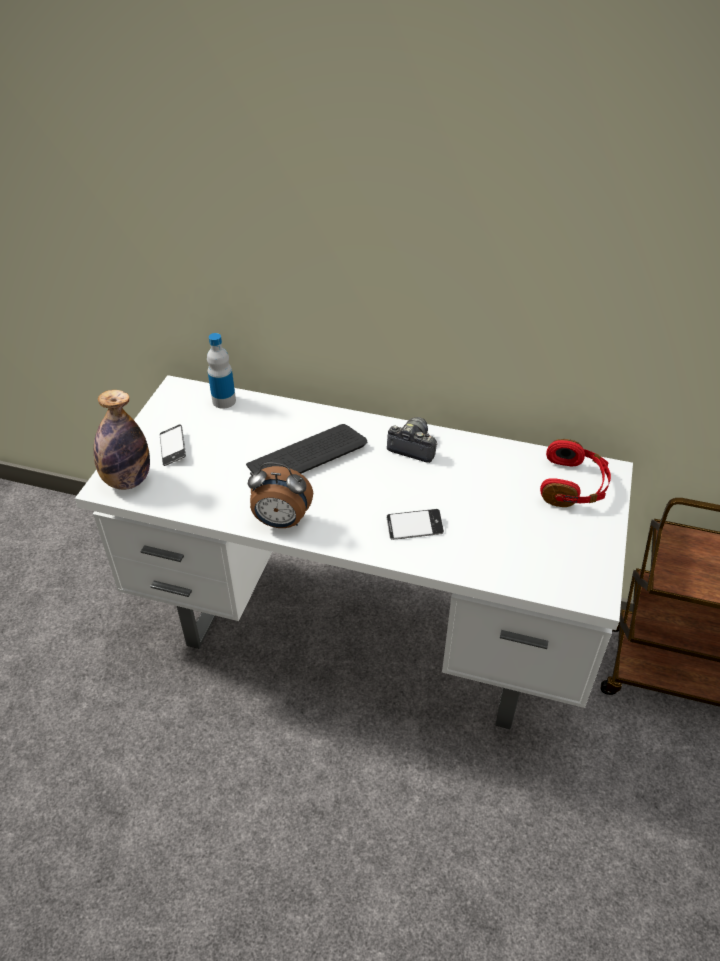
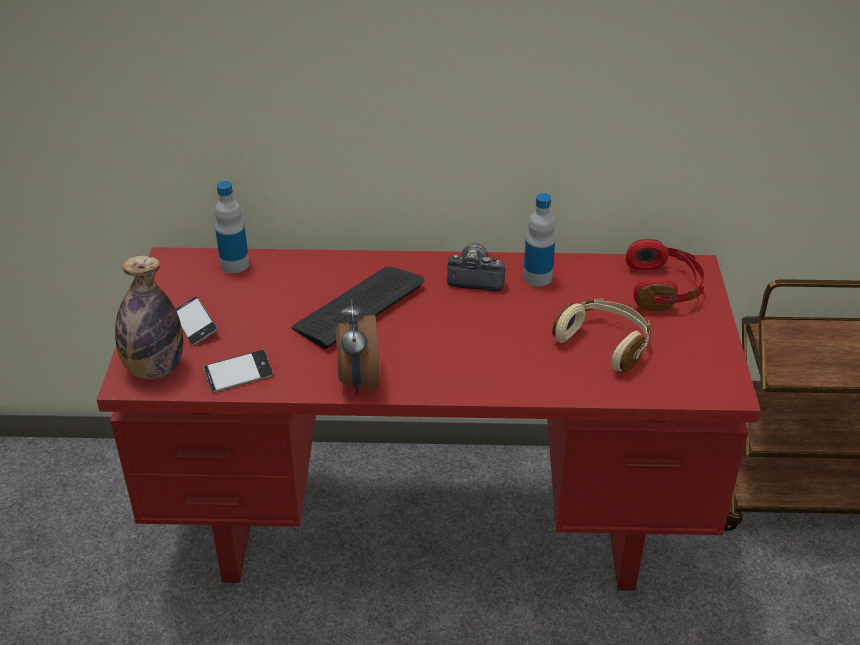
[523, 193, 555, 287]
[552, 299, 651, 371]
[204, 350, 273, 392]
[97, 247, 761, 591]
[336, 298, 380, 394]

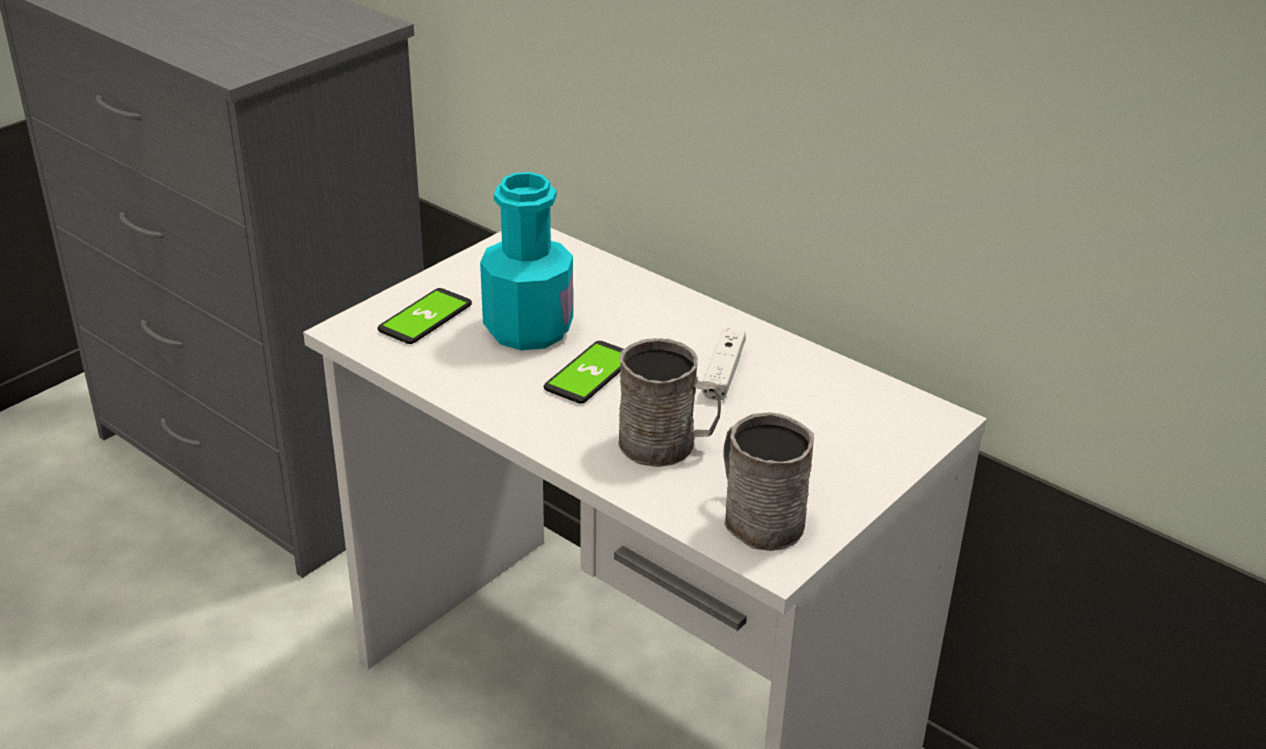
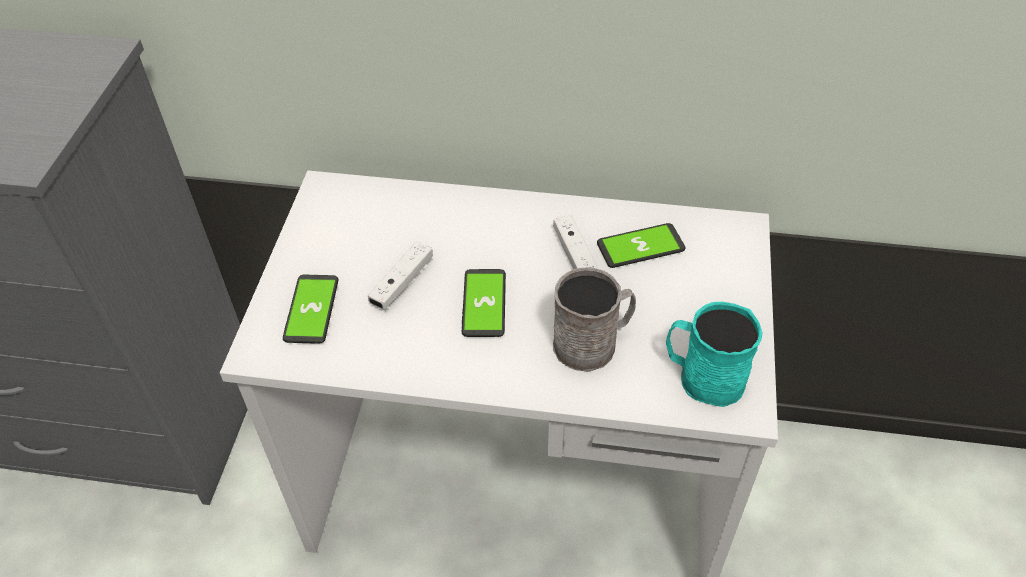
[597, 223, 685, 268]
[368, 241, 433, 309]
[666, 302, 762, 407]

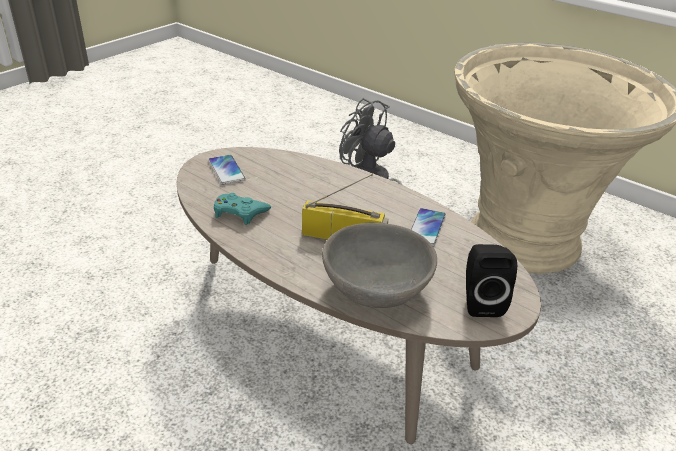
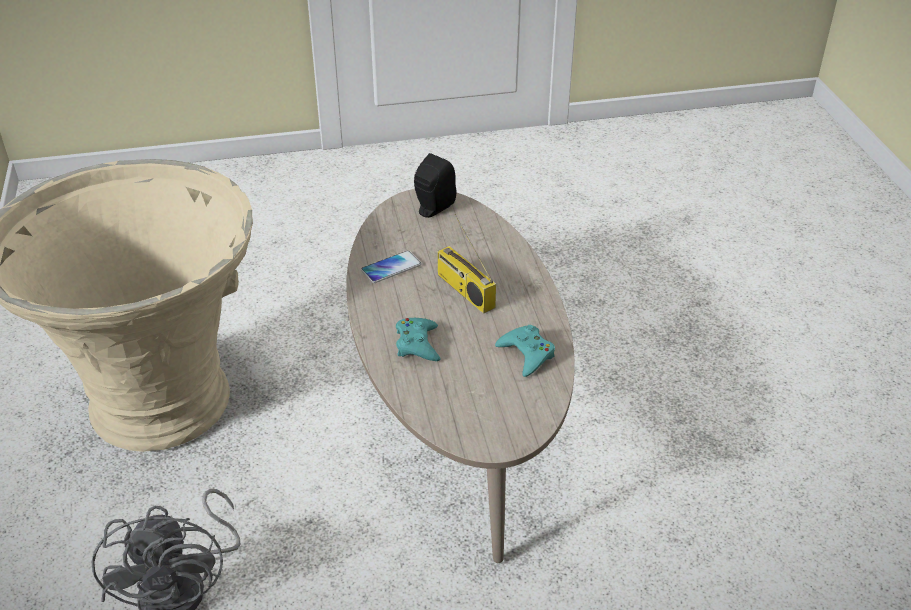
[208, 155, 246, 185] (first image)
[322, 223, 437, 308] (first image)
[396, 318, 440, 361]

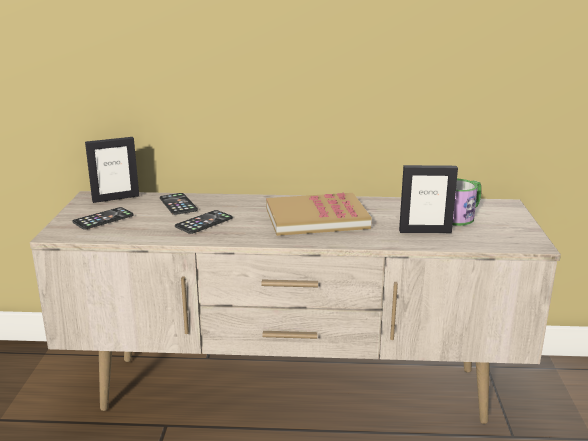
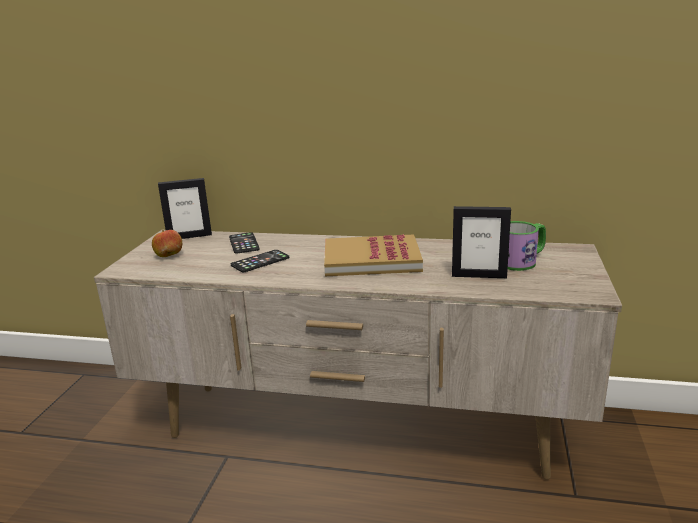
[152, 230, 182, 257]

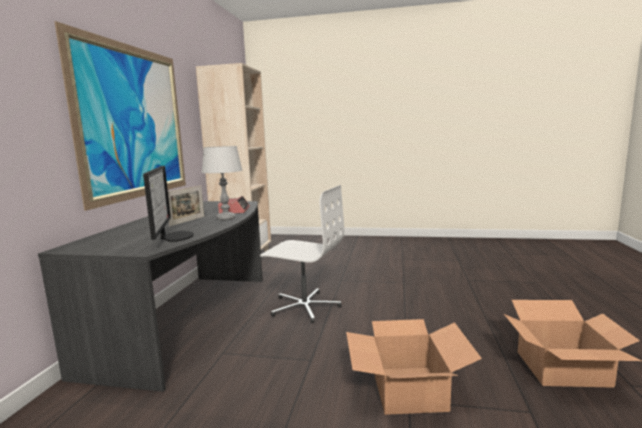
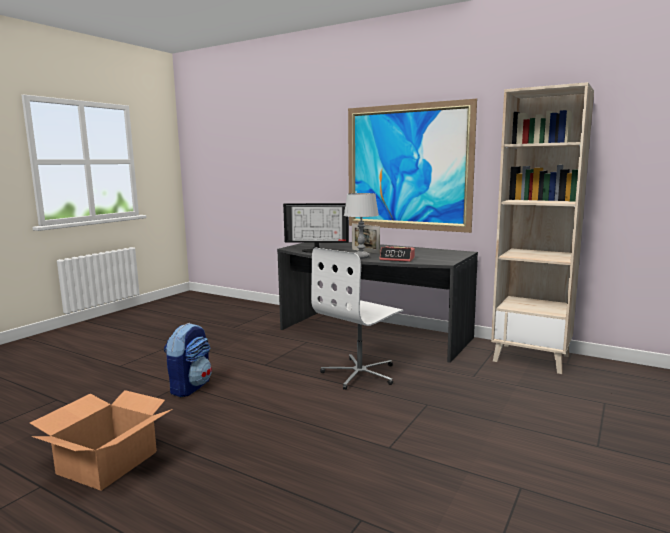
[164, 323, 212, 397]

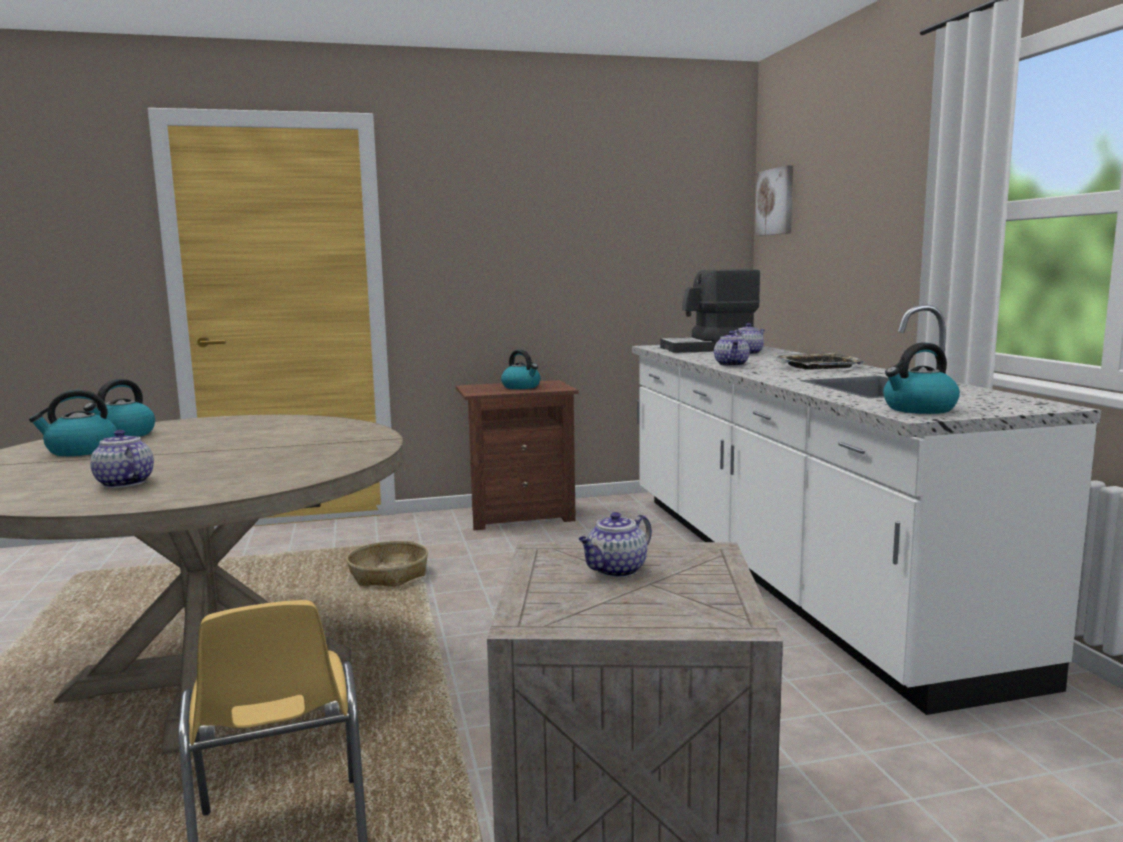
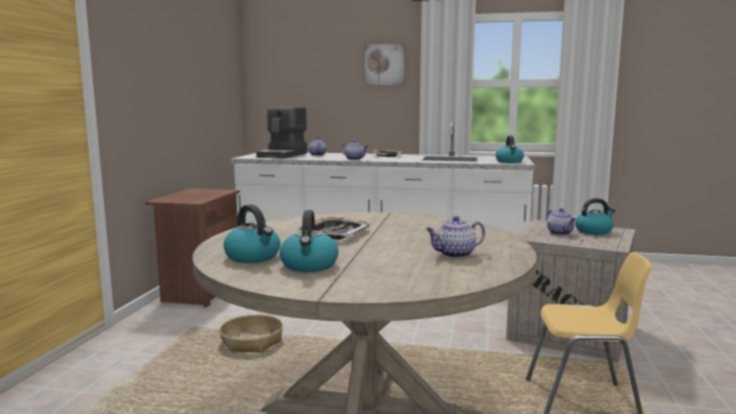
[299, 217, 370, 240]
[575, 198, 615, 235]
[365, 44, 405, 85]

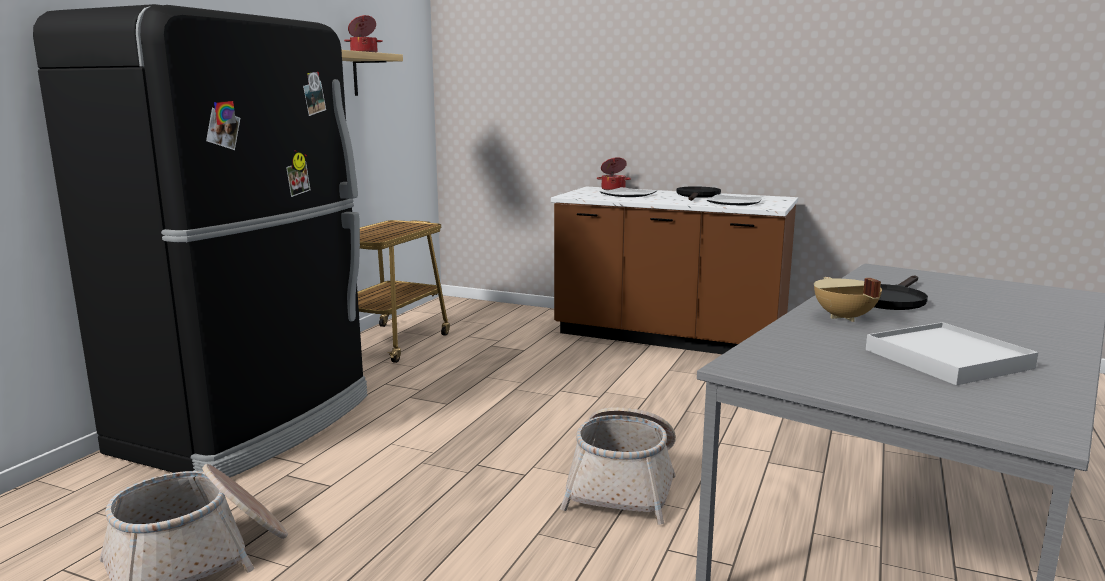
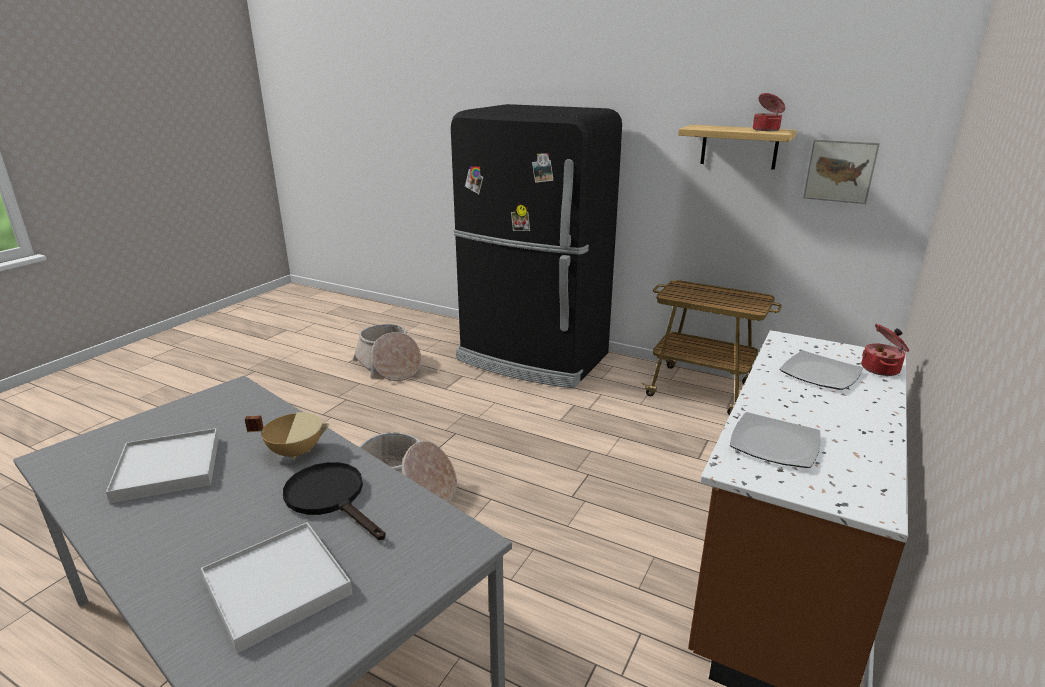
[677, 186, 721, 201] (first image)
[201, 522, 353, 653]
[803, 139, 880, 204]

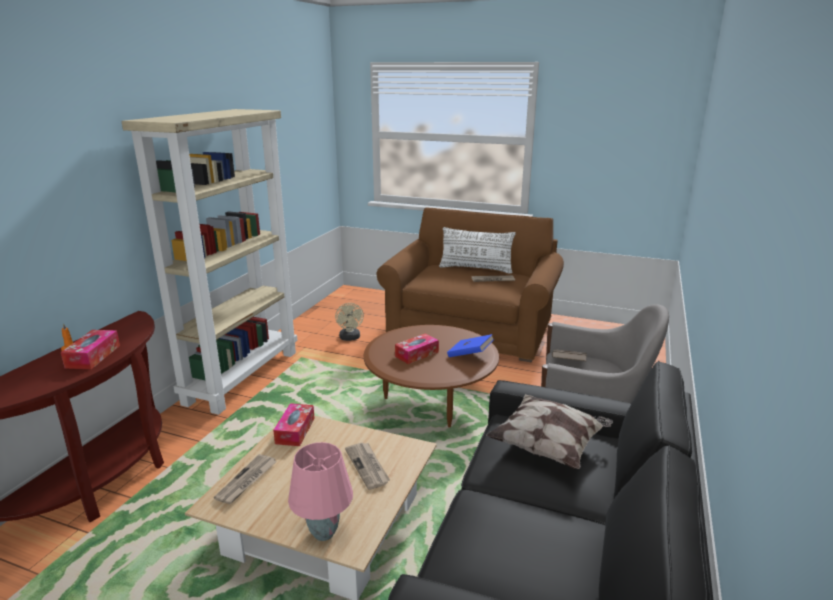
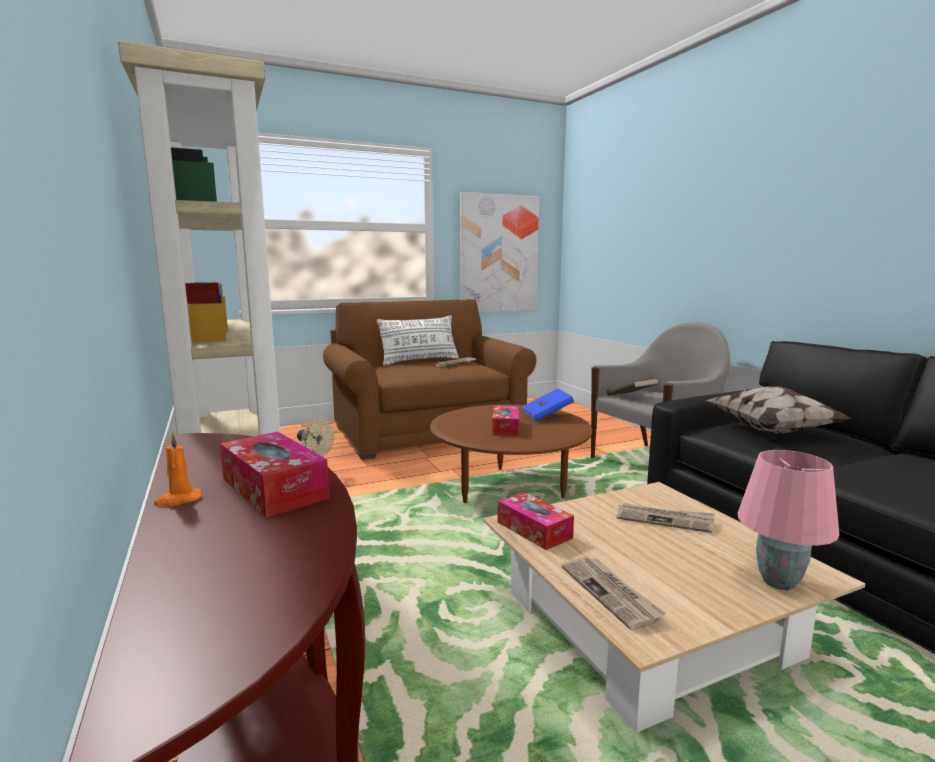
[460, 192, 539, 313]

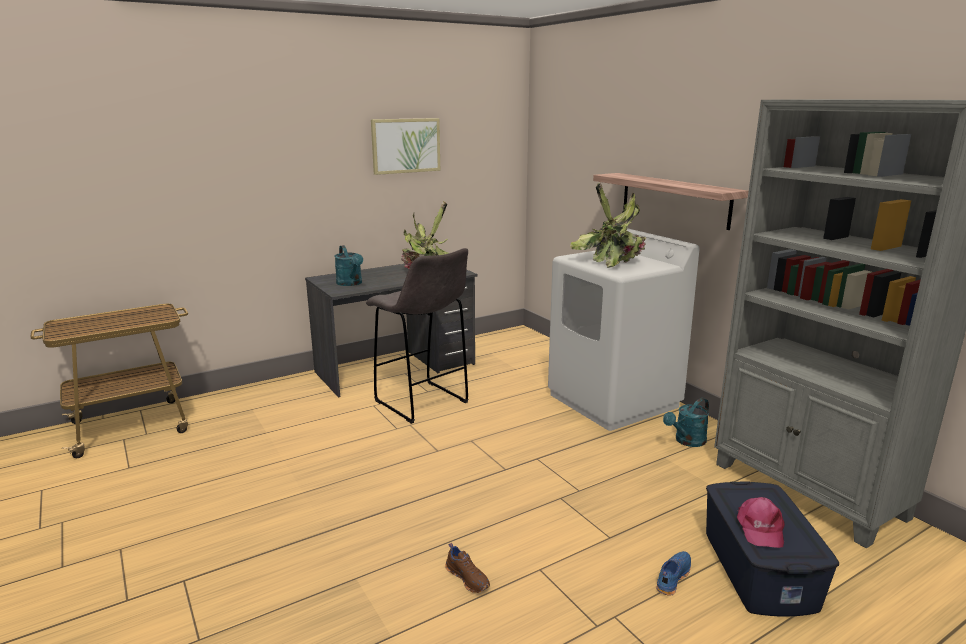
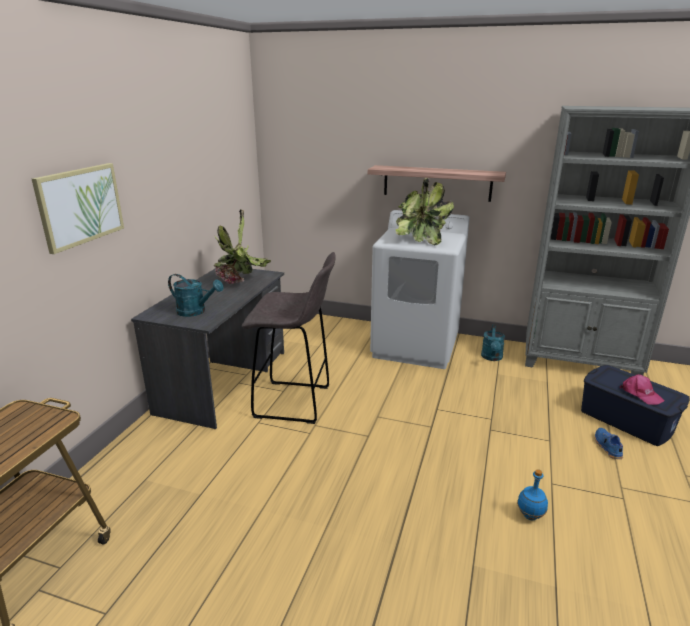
[32, 163, 124, 254]
[517, 469, 548, 520]

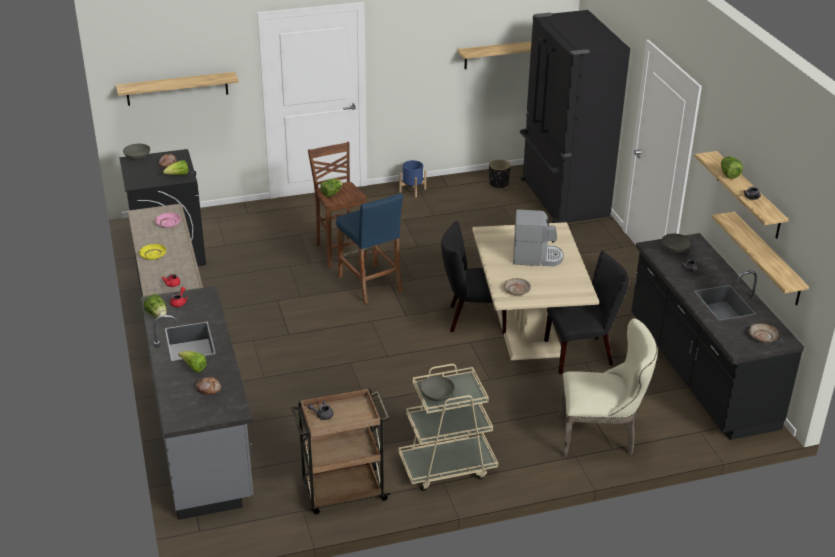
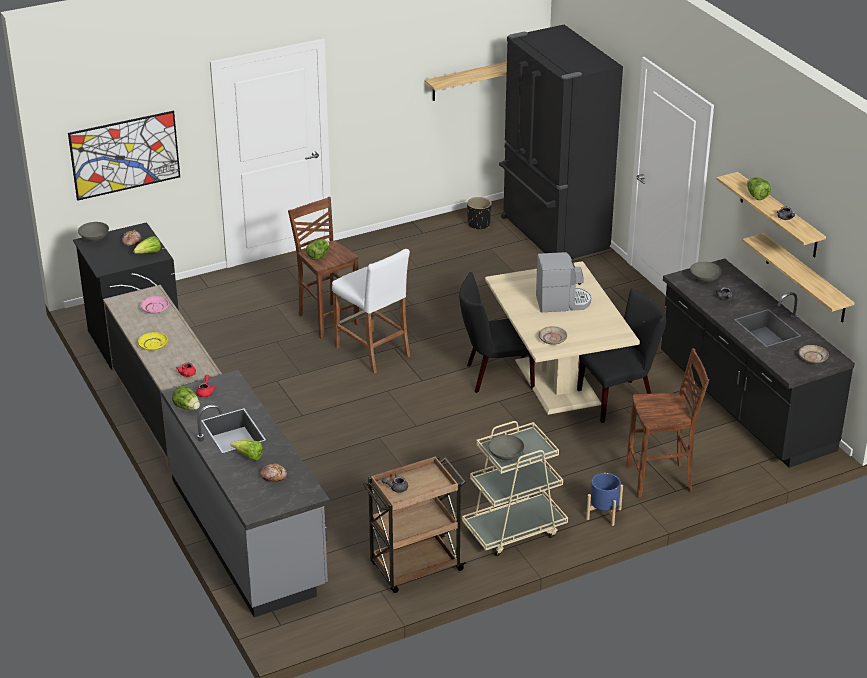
[586, 473, 623, 526]
[68, 111, 180, 201]
[626, 348, 709, 498]
[332, 249, 410, 374]

